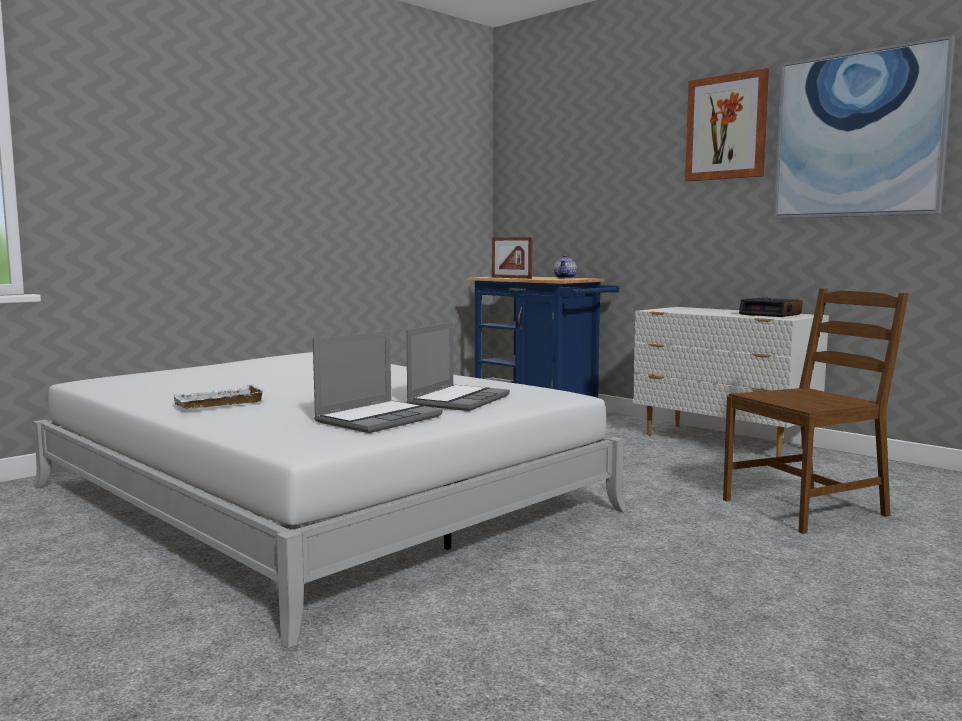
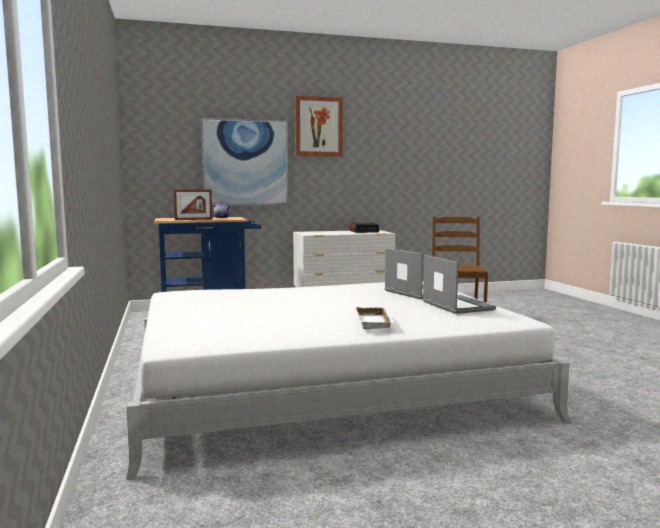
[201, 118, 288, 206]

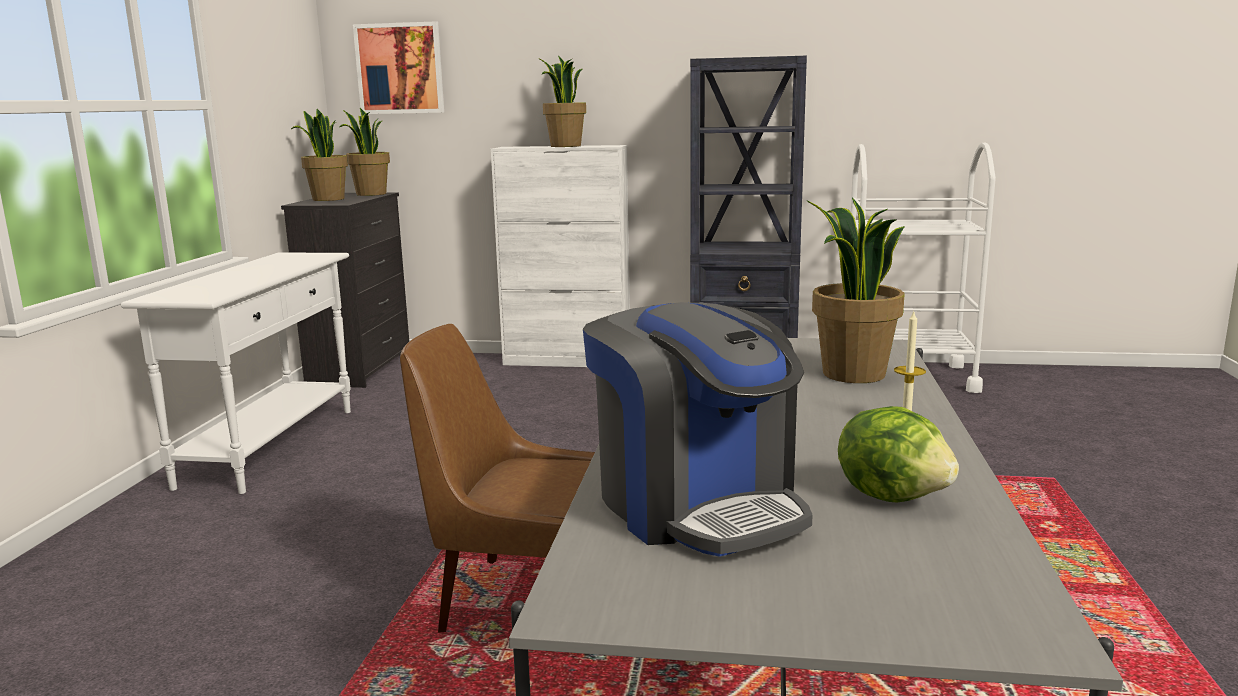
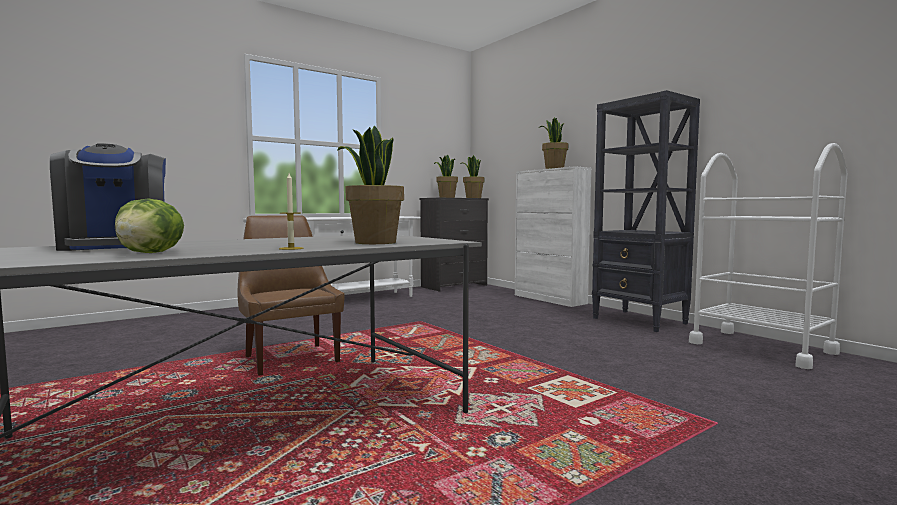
[353, 21, 444, 114] (first image)
[50, 143, 166, 251]

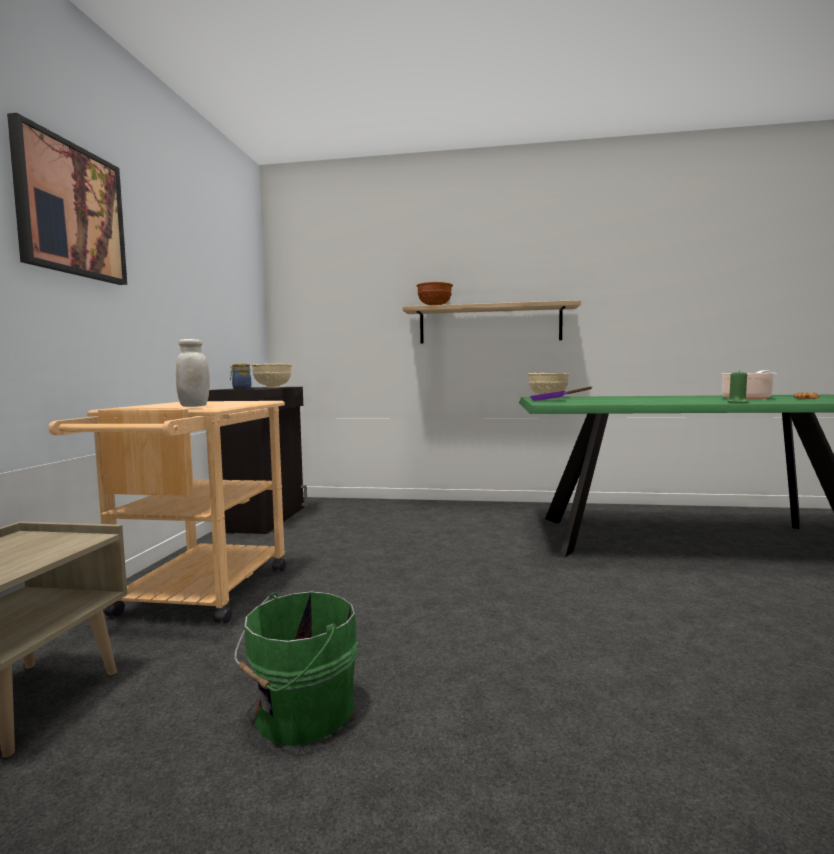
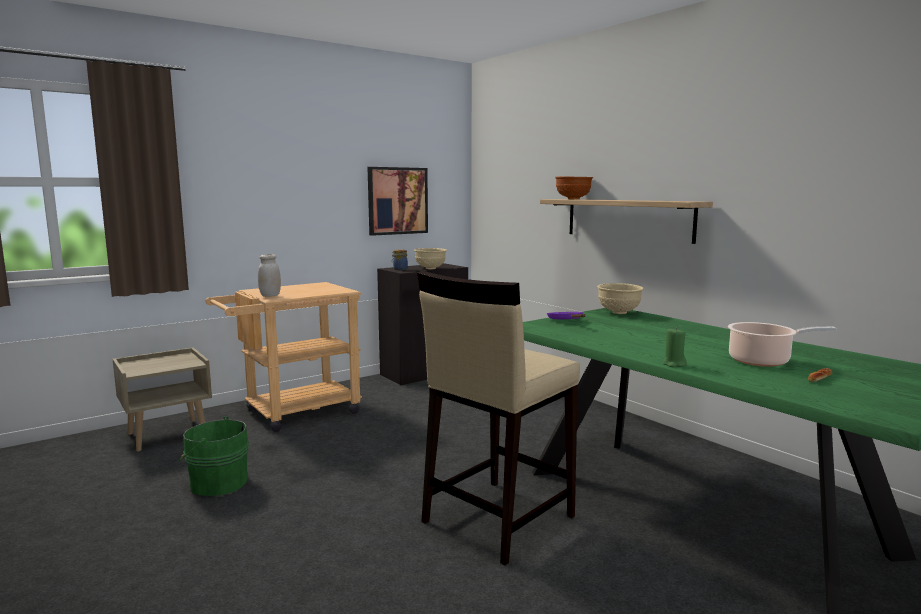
[417, 271, 580, 565]
[367, 167, 428, 236]

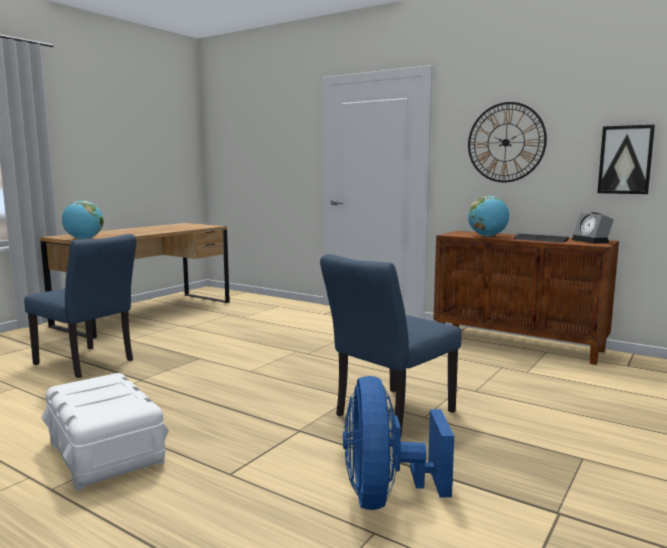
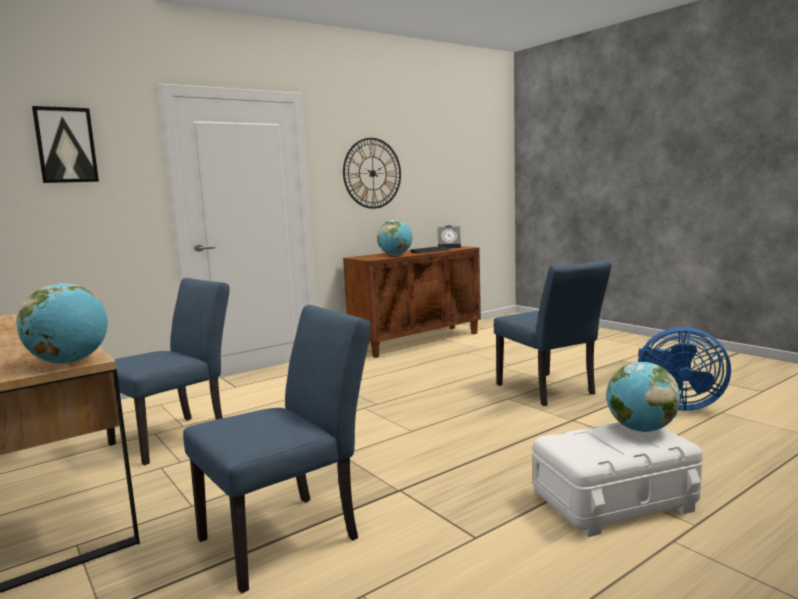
[107, 278, 230, 465]
[606, 362, 680, 432]
[32, 106, 99, 183]

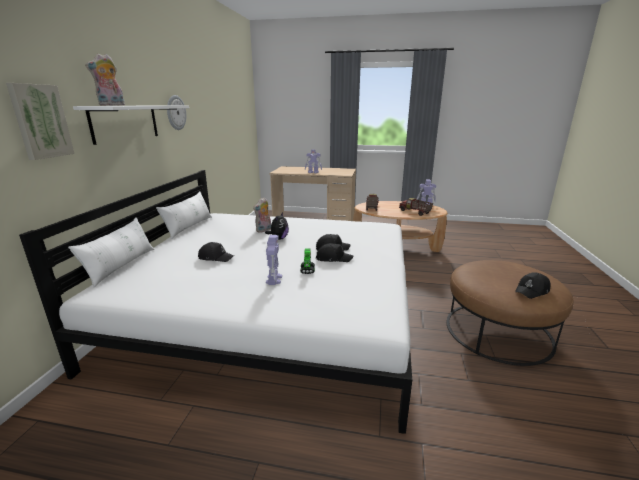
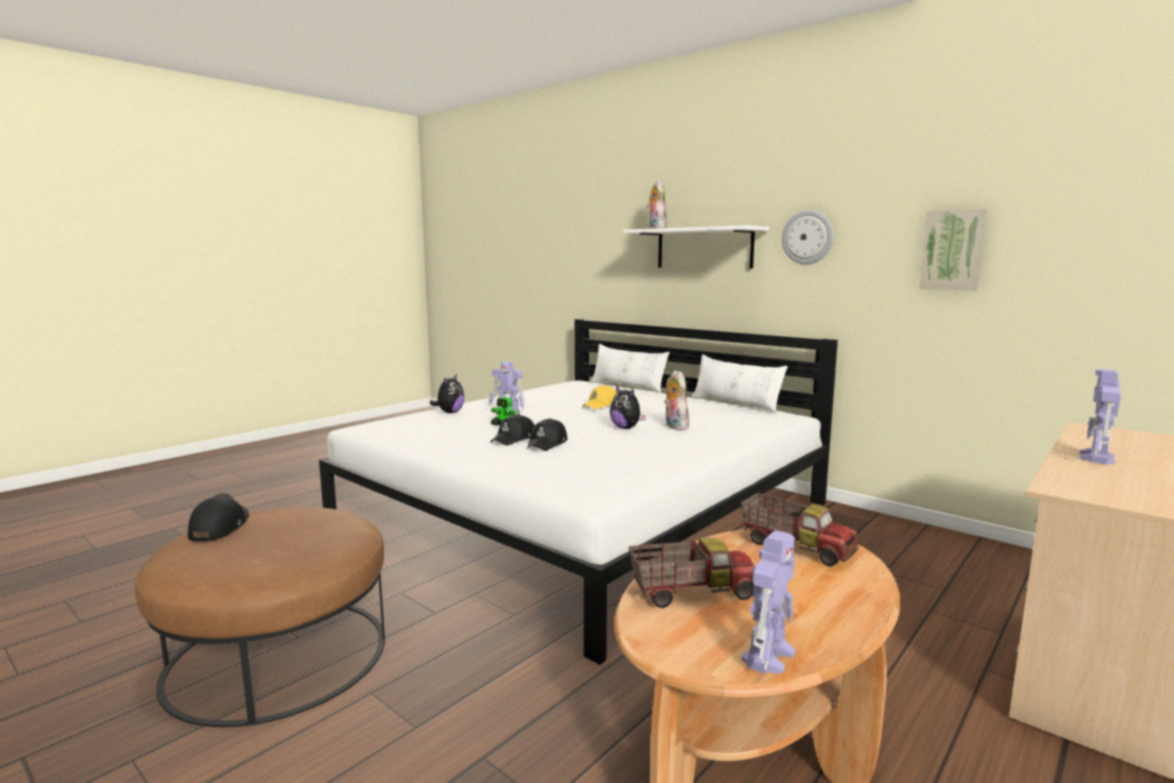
[429, 374, 464, 413]
[919, 208, 988, 291]
[583, 385, 617, 409]

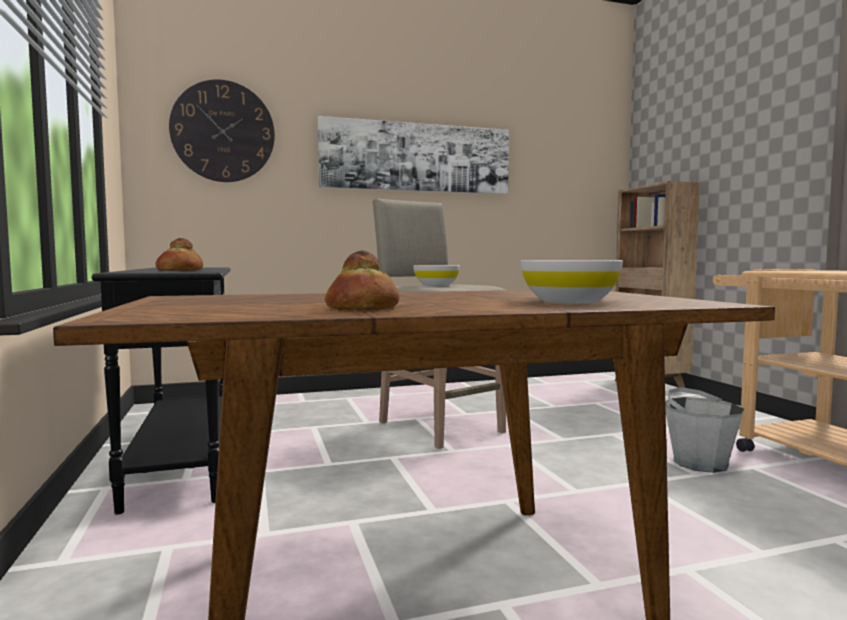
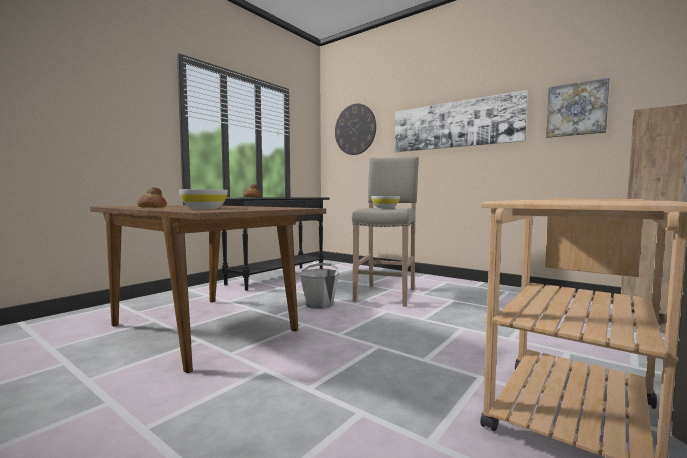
[546, 78, 610, 138]
[300, 263, 339, 309]

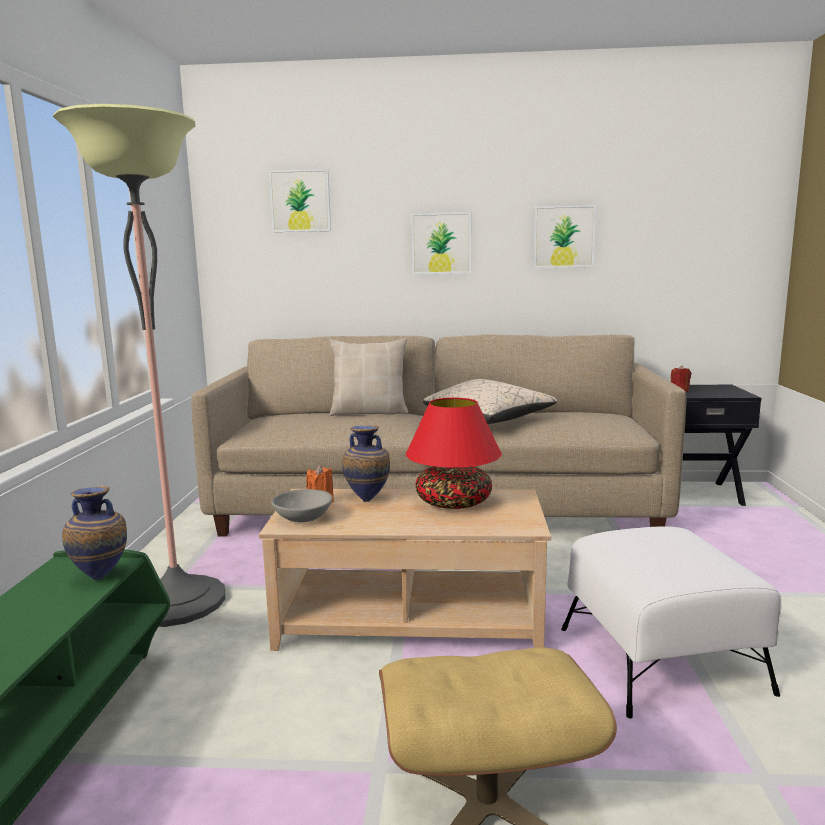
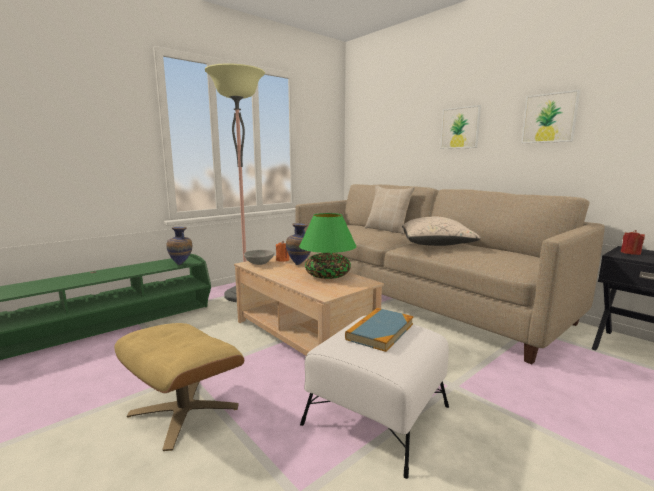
[269, 169, 331, 232] (first image)
[345, 308, 414, 352]
[299, 213, 357, 279]

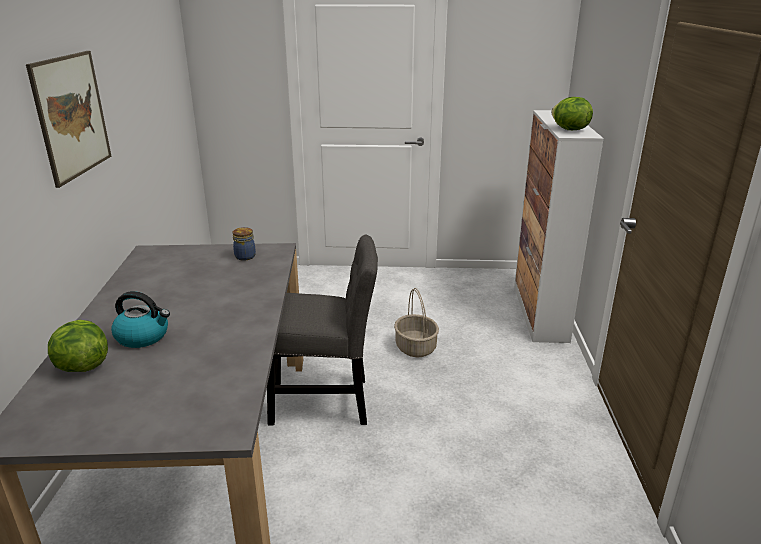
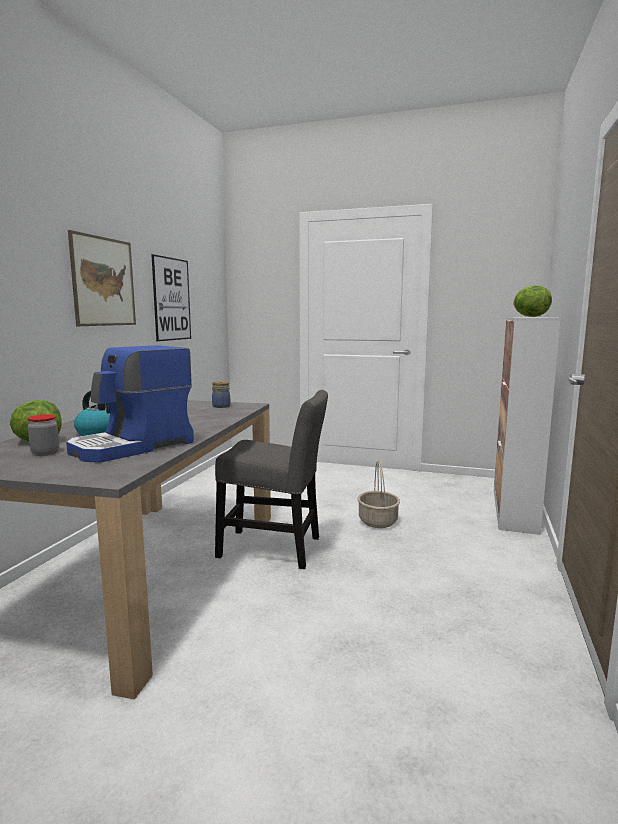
[28, 414, 59, 456]
[66, 345, 194, 463]
[151, 254, 191, 341]

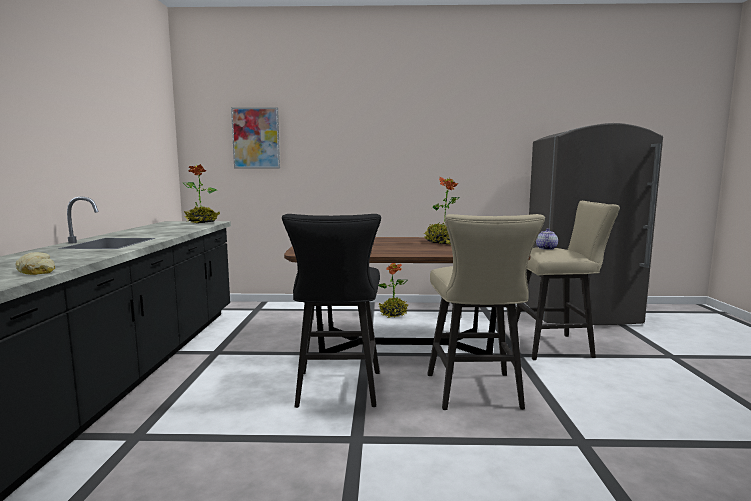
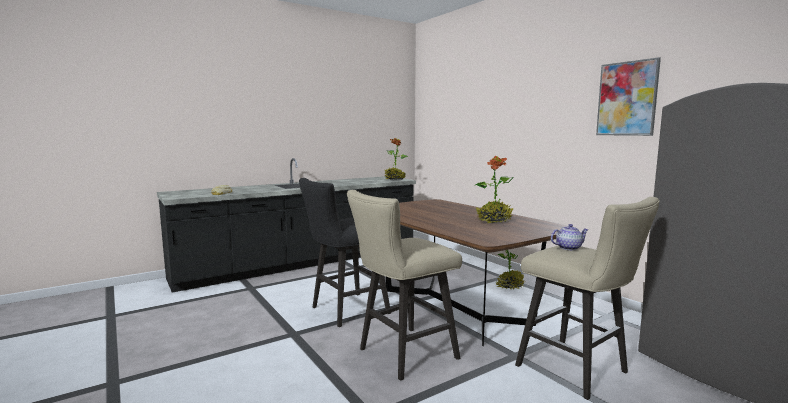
[596, 57, 661, 136]

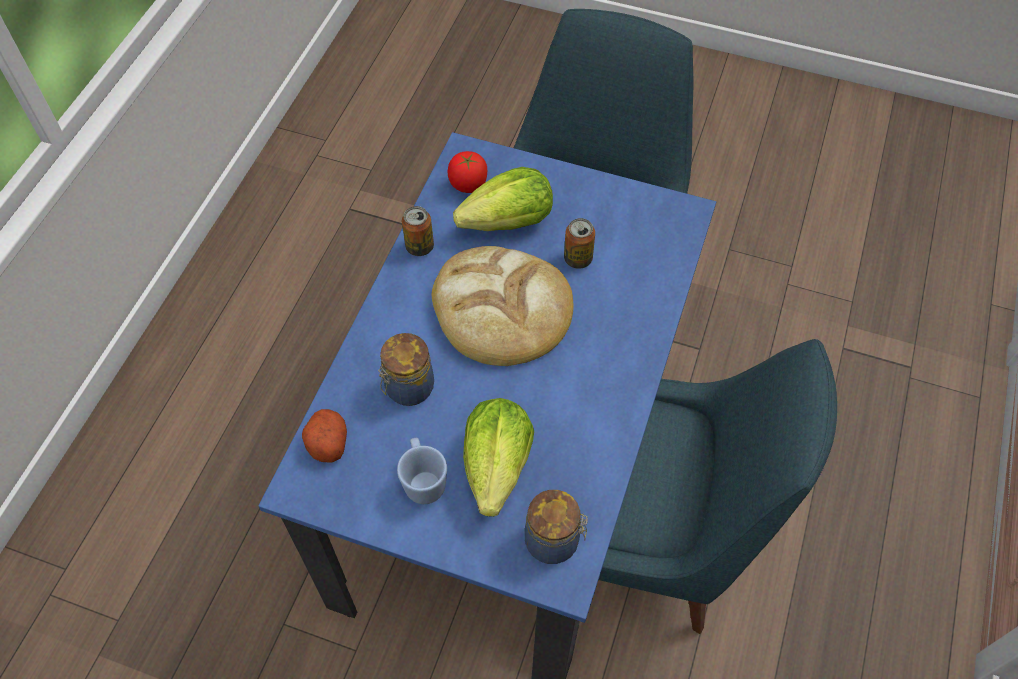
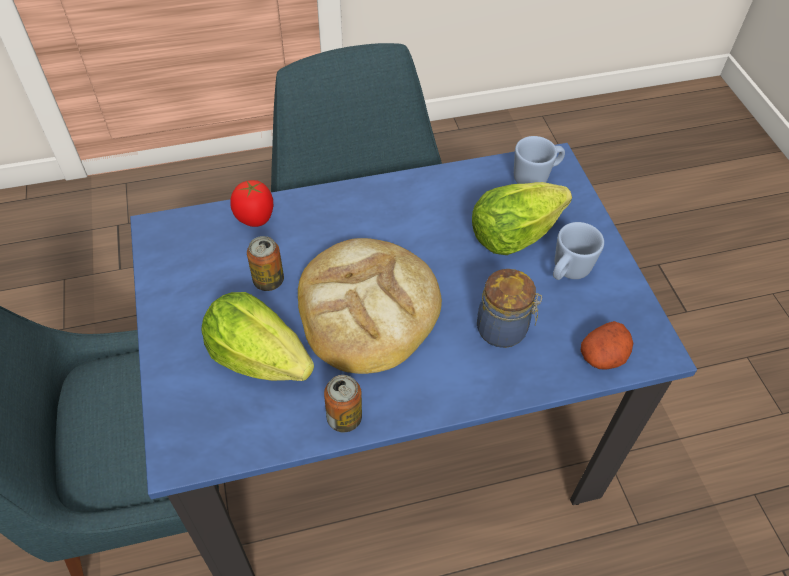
[230, 180, 273, 227]
[514, 136, 565, 184]

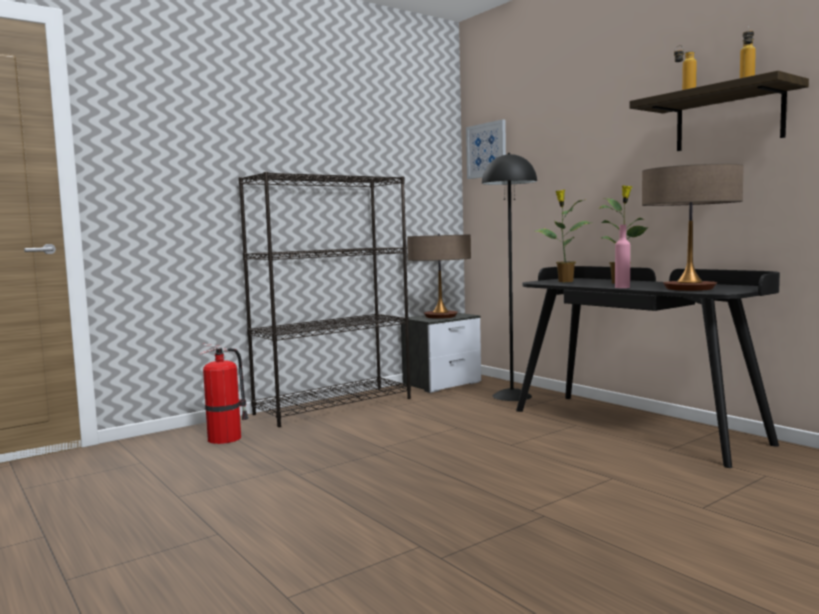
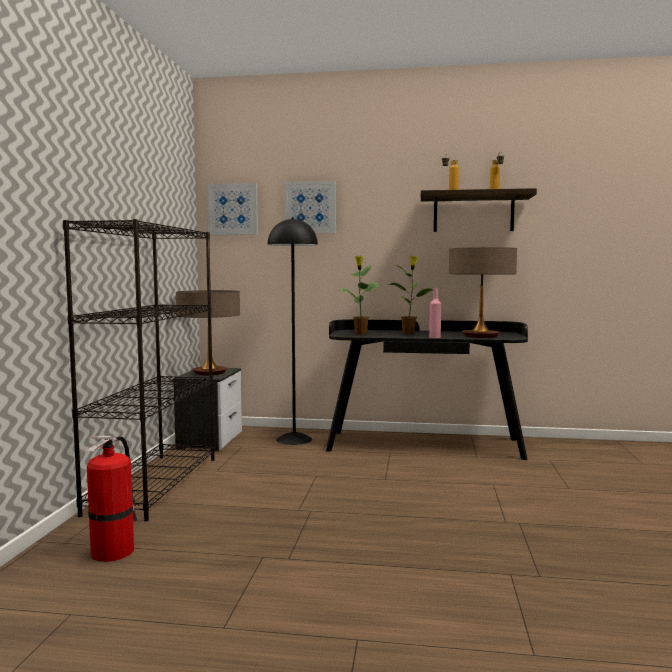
[285, 181, 336, 234]

